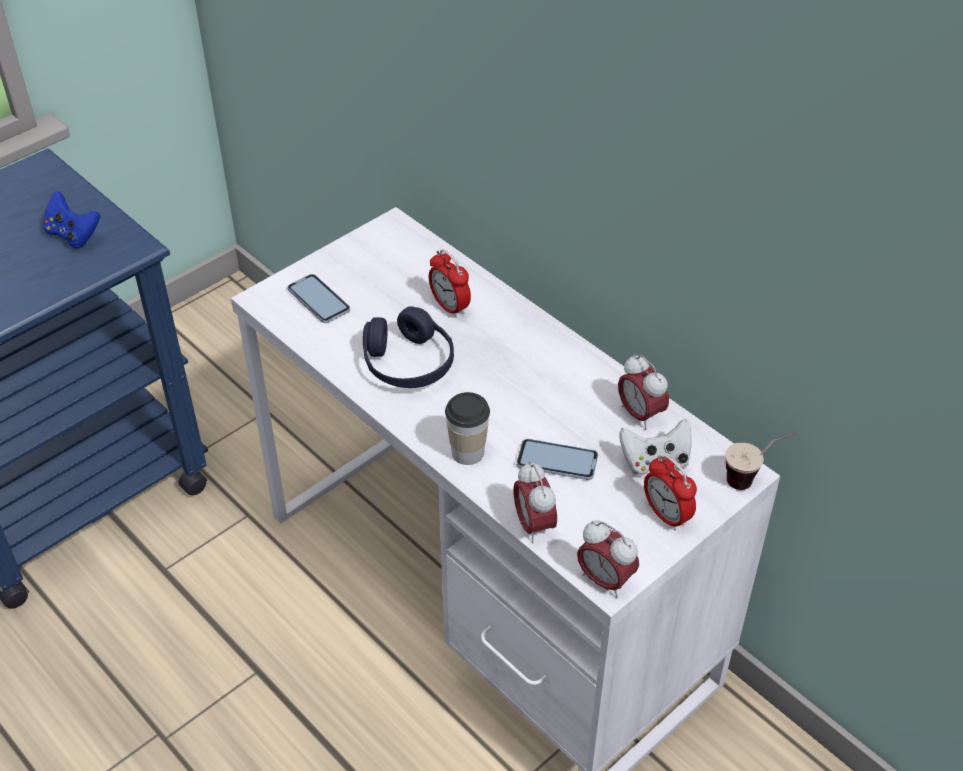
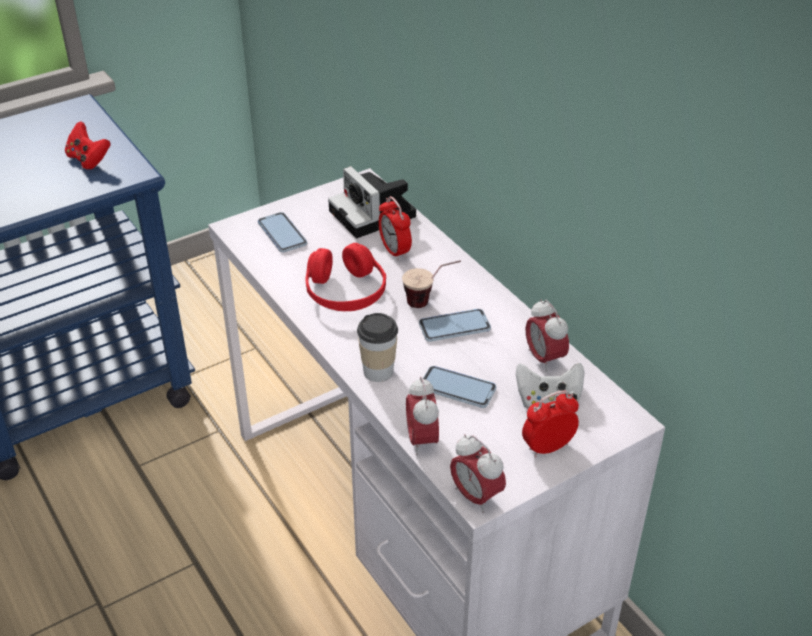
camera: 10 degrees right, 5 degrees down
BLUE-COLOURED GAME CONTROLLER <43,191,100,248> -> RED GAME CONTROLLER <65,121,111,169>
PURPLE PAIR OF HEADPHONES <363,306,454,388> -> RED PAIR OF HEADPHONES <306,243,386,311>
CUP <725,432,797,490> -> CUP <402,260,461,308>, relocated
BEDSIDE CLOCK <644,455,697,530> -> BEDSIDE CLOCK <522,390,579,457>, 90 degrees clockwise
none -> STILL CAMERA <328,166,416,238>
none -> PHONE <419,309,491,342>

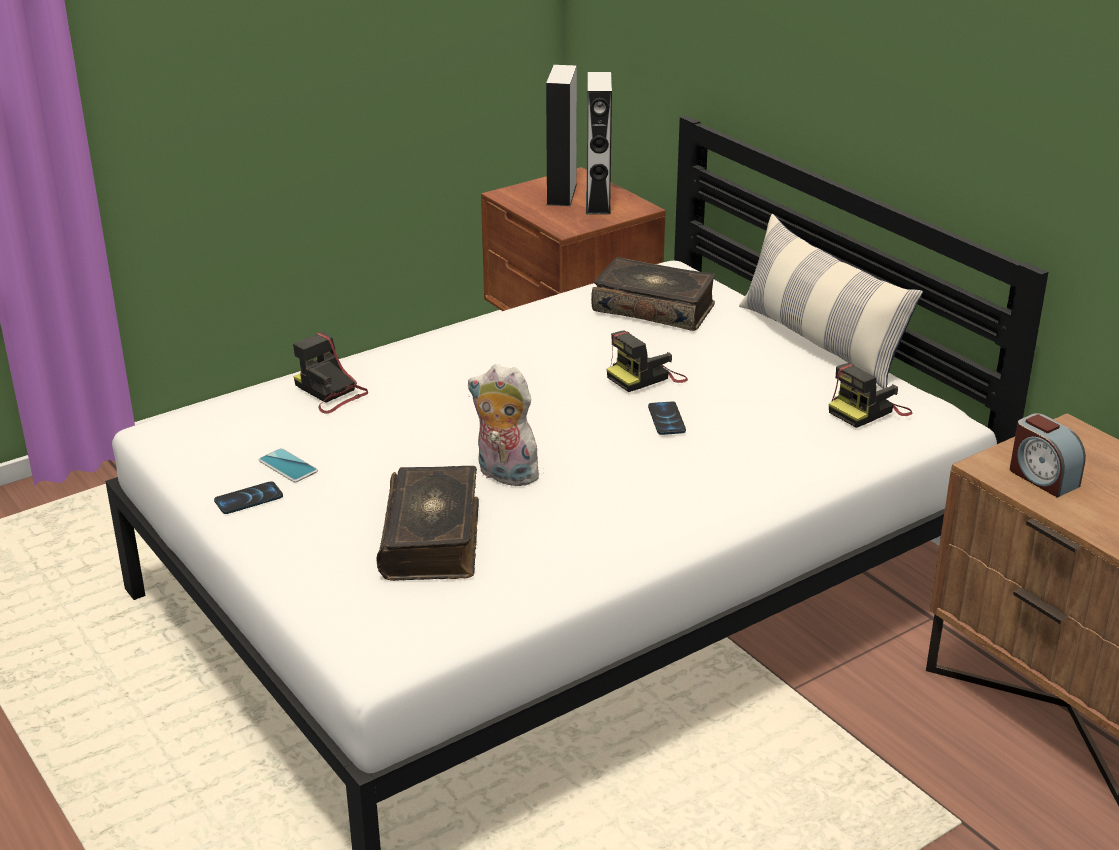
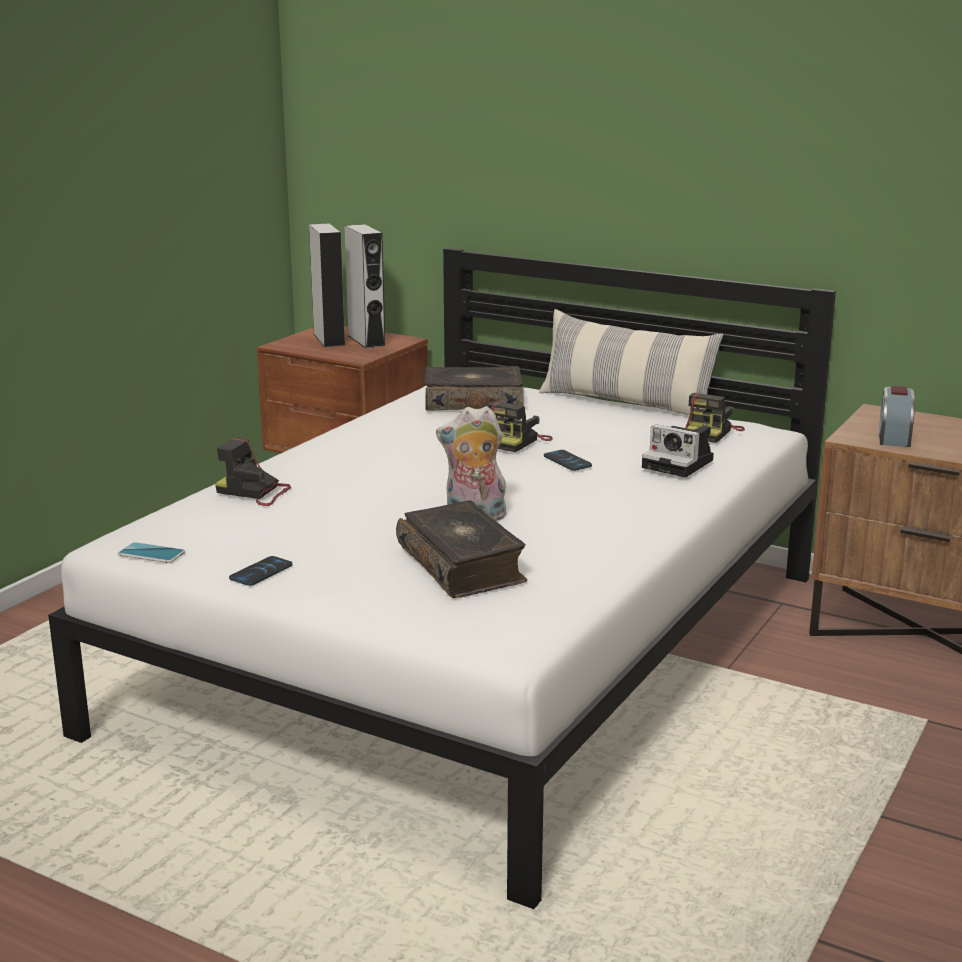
camera: 25 degrees left, 10 degrees down
BEDSIDE CLOCK <1010,413,1086,498> -> BEDSIDE CLOCK <879,386,915,447>, 75 degrees clockwise
PHONE <259,448,318,482> -> PHONE <118,542,185,563>, relocated
none -> STILL CAMERA <642,424,714,477>

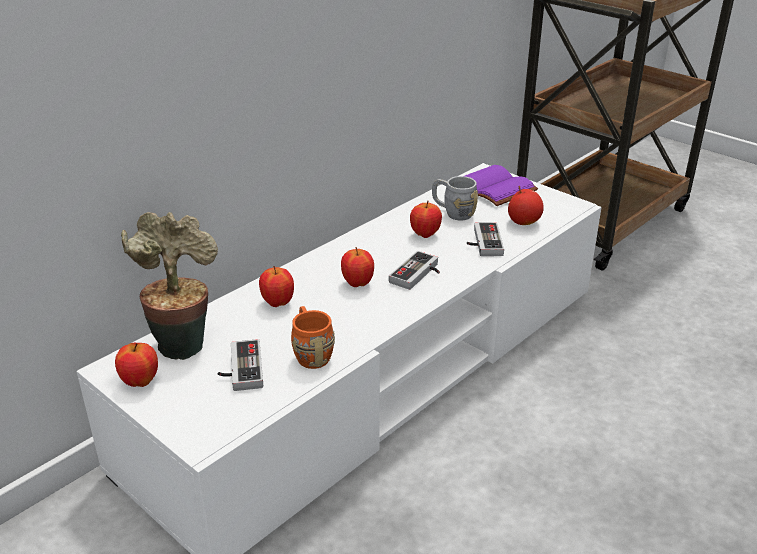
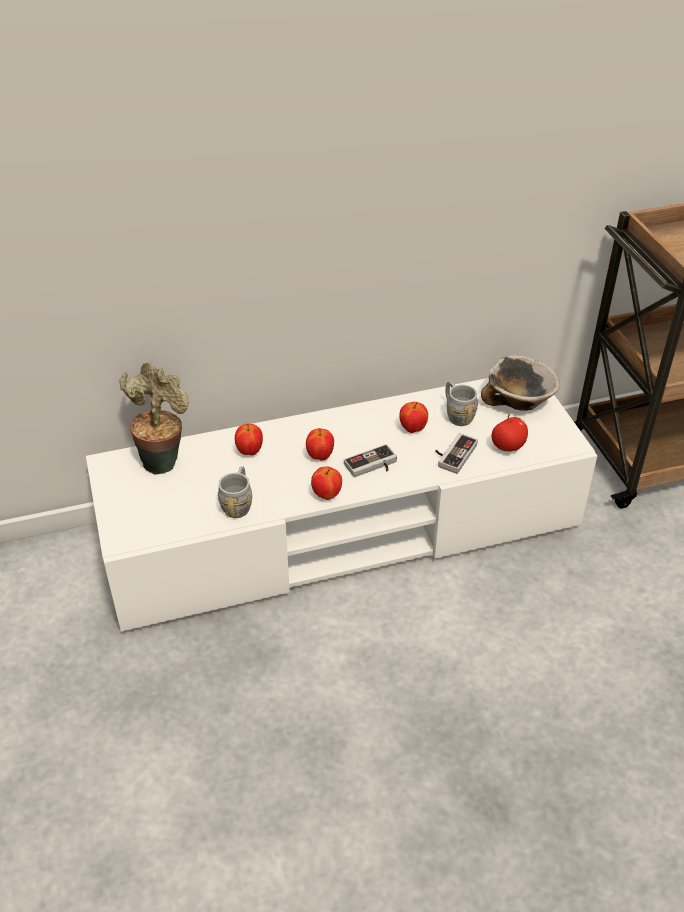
camera: 30 degrees right, 10 degrees up
PURPLE VOLUME <465,165,538,206> -> DEEP DISH <481,356,560,411>
ORANGE-COLOURED COFFEE MUG <291,306,335,369> -> GREY COFFEE MUG <218,466,252,518>
GAME CONTROLLER <218,339,263,391> -> none
WHOLE APPLE <115,343,158,387> -> WHOLE APPLE <311,466,342,500>, relocated

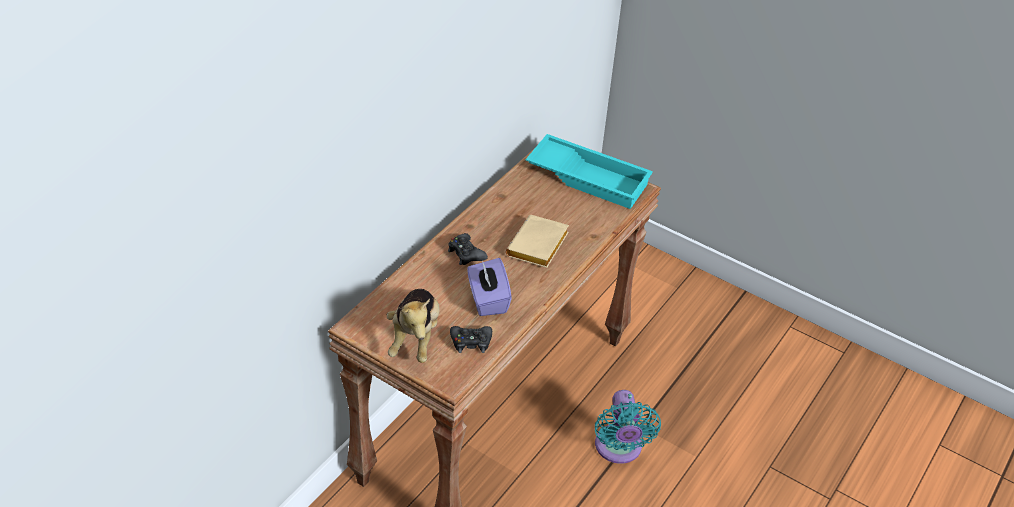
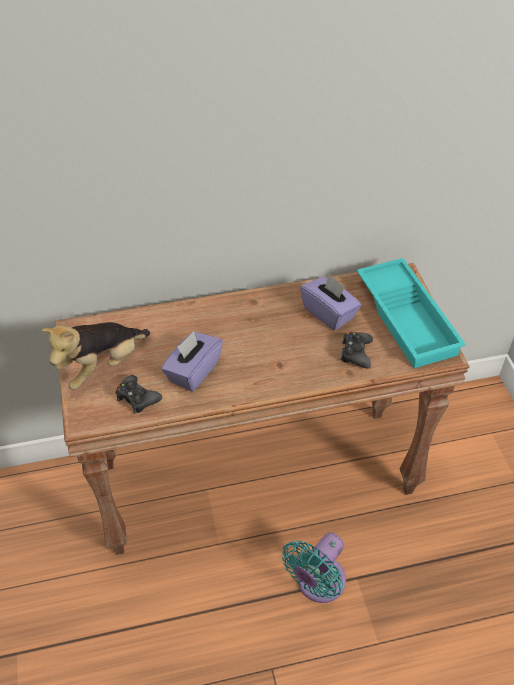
camera: 45 degrees right, 5 degrees up
BEIGE-COLOURED VOLUME <506,215,569,268> -> none
BLACK-COLOURED GAME CONTROLLER <448,233,488,265> -> BLACK-COLOURED GAME CONTROLLER <340,332,373,368>, relocated
none -> PURPLE BOX OF TISSUES <300,274,361,330>

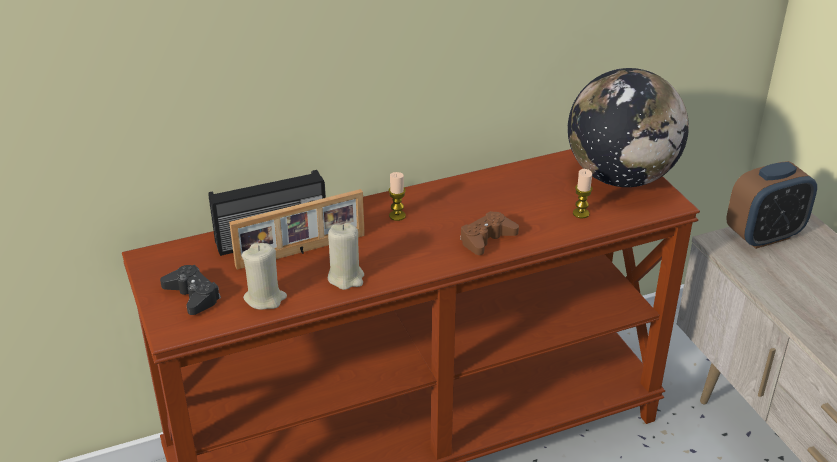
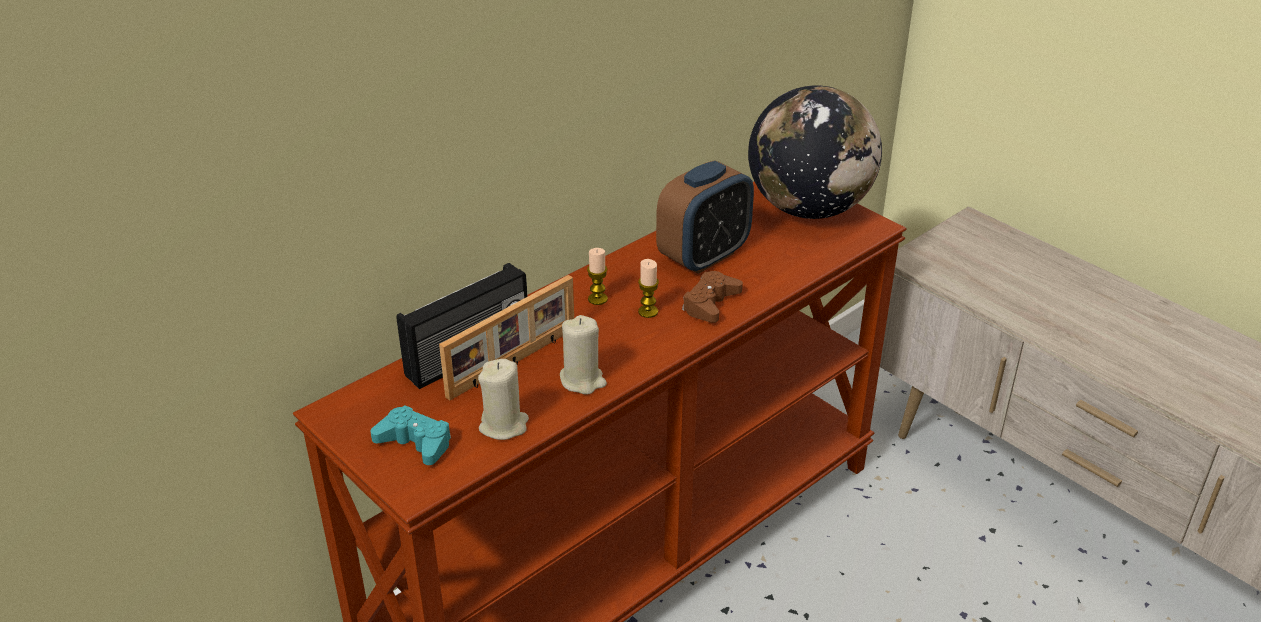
camera: 20 degrees left, 0 degrees up
BEDSIDE CLOCK <726,161,817,249> -> BEDSIDE CLOCK <656,160,754,274>, relocated
WAX CANDLE <573,169,592,219> -> WAX CANDLE <638,259,659,318>, relocated
BLACK-COLOURED GAME CONTROLLER <160,265,221,315> -> TURQUOISE-COLOURED GAME CONTROLLER <370,405,451,465>

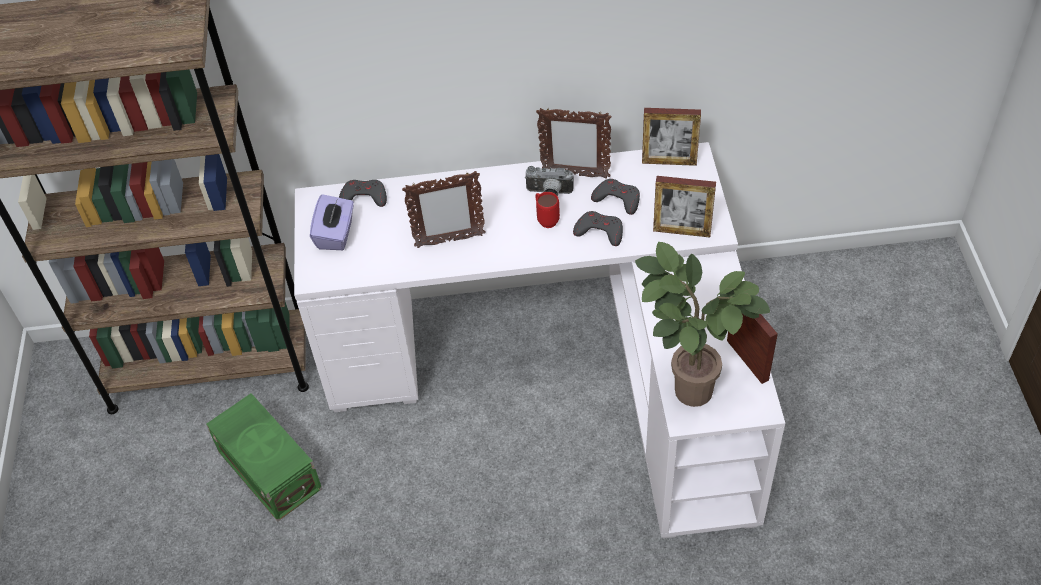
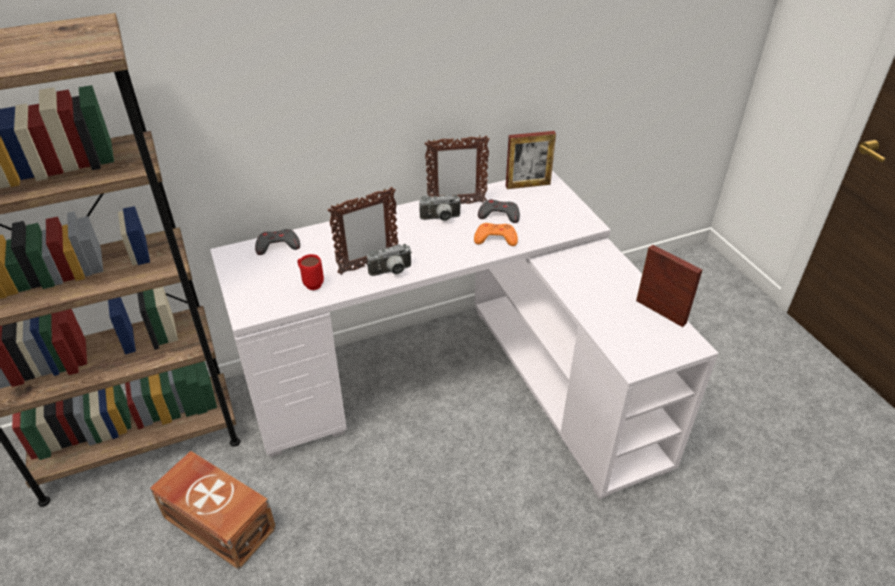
camera: 20 degrees left, 10 degrees down
STANDING FRAME <653,176,716,238> -> none
RED COFFEE MUG <535,192,560,228> -> RED COFFEE MUG <297,254,324,290>, relocated
PURPLE BOX OF TISSUES <310,194,354,250> -> none
GREY GAME CONTROLLER <573,211,623,246> -> ORANGE-COLOURED GAME CONTROLLER <474,223,518,246>
HOUSEPLANT <635,242,770,407> -> none
GREENISH STORAGE CONTAINER <206,393,322,521> -> BROWNISH STORAGE CONTAINER <150,451,276,570>
none -> STILL CAMERA <367,244,411,276>

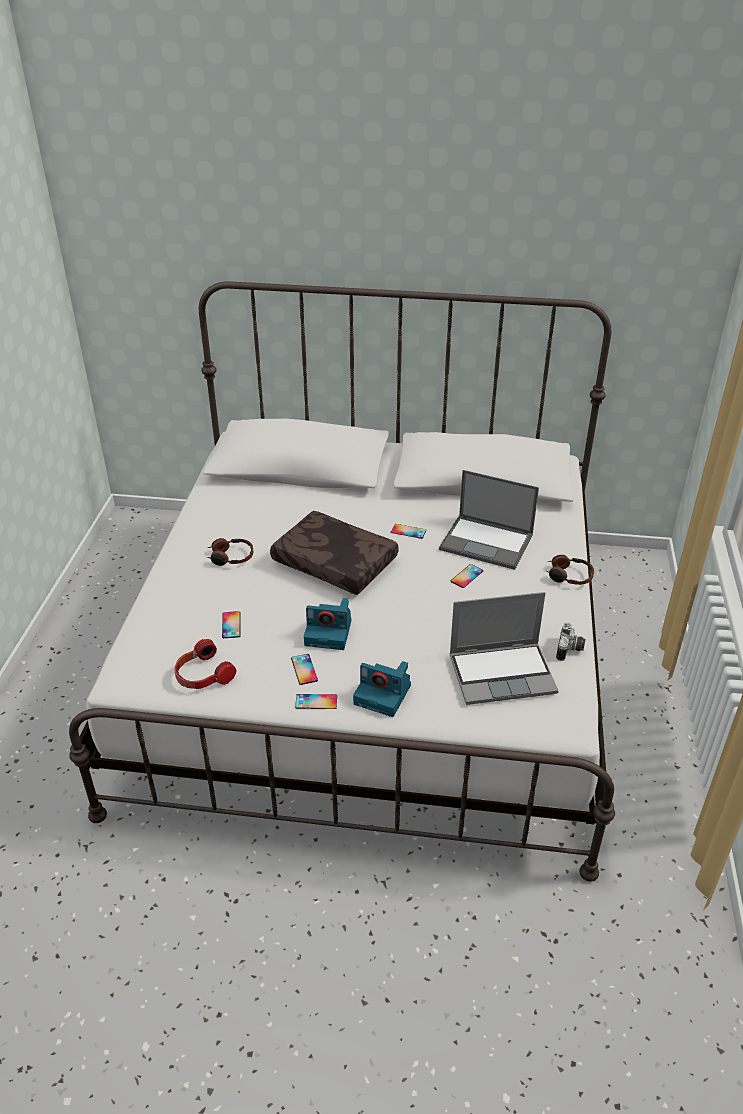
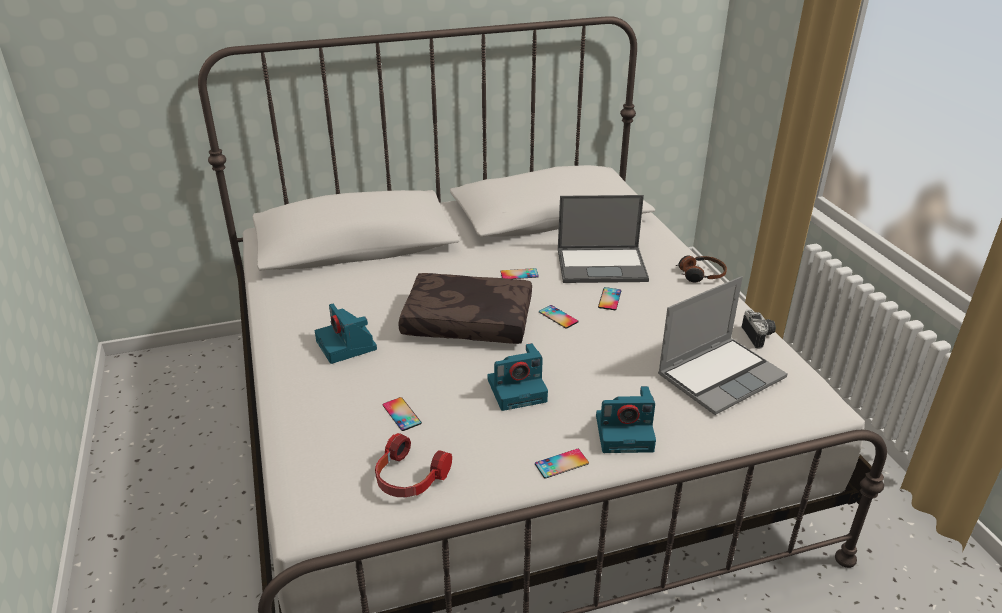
camera: 25 degrees left, 5 degrees down
PAIR OF HEADPHONES <207,538,253,566> -> STILL CAMERA <315,304,377,364>
PHONE <291,654,318,685> -> PHONE <539,305,579,329>, relocated

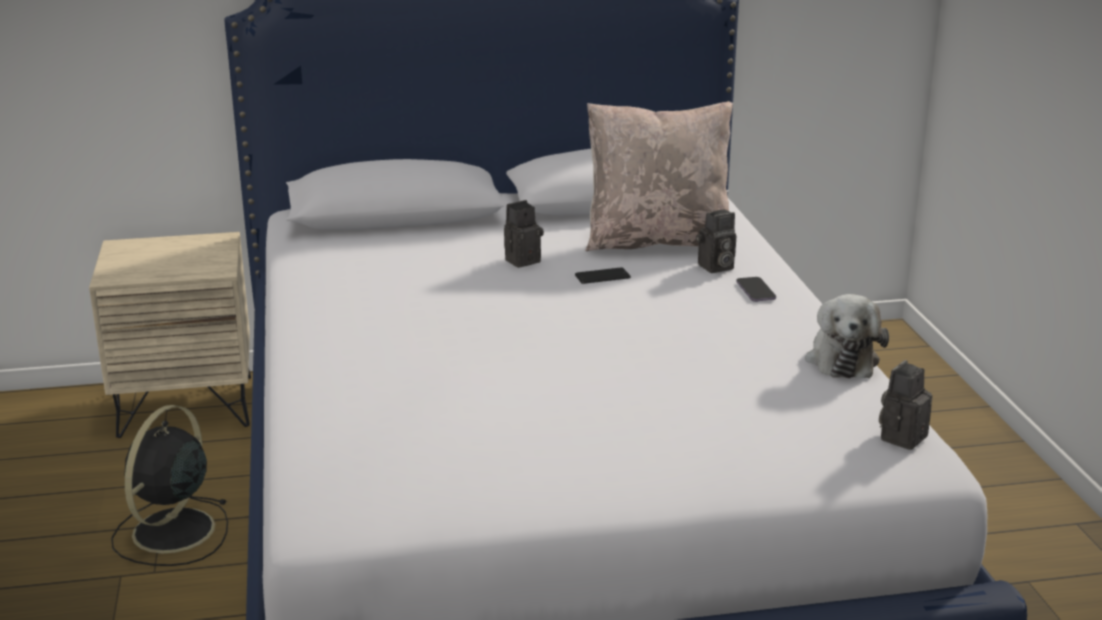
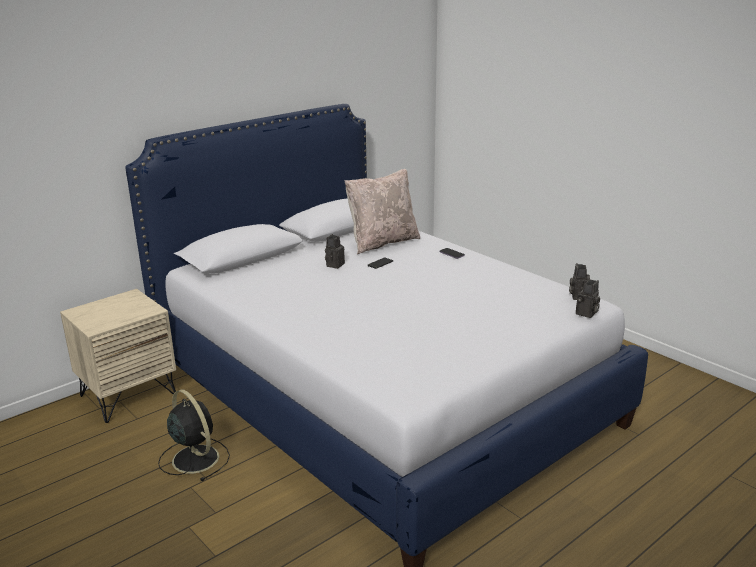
camera: 30 degrees left, 0 degrees up
STILL CAMERA <696,210,736,273> -> STILL CAMERA <576,280,600,318>, relocated
SOFT TOY <805,294,889,378> -> none
BLACK-COLOURED ELECTRIC FAN <111,405,228,566> -> BLACK-COLOURED ELECTRIC FAN <158,389,230,481>, 150 degrees clockwise

